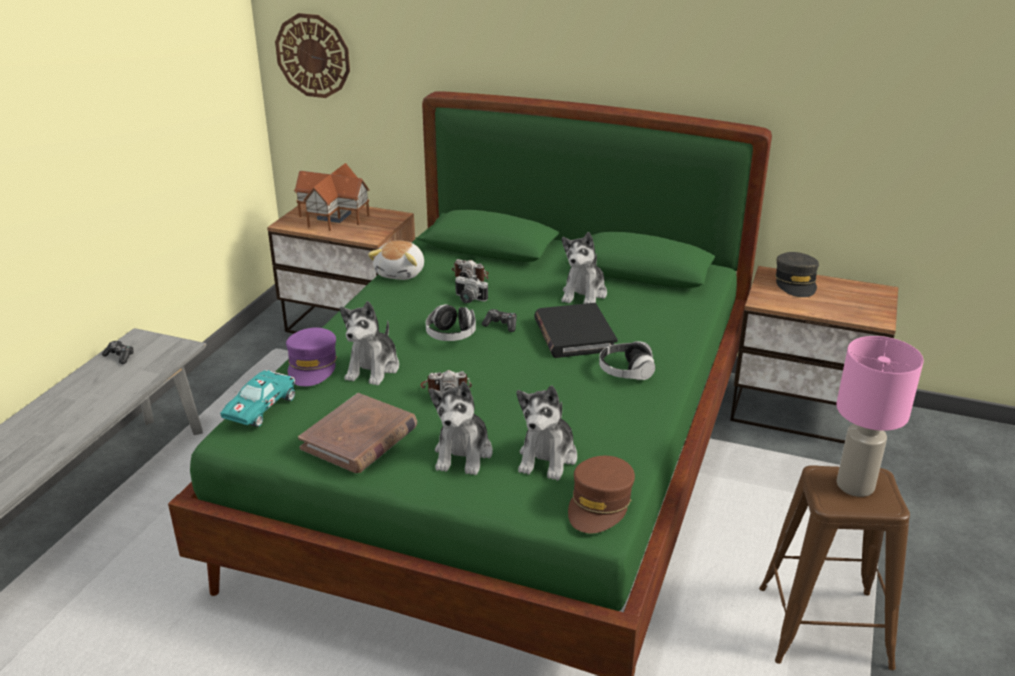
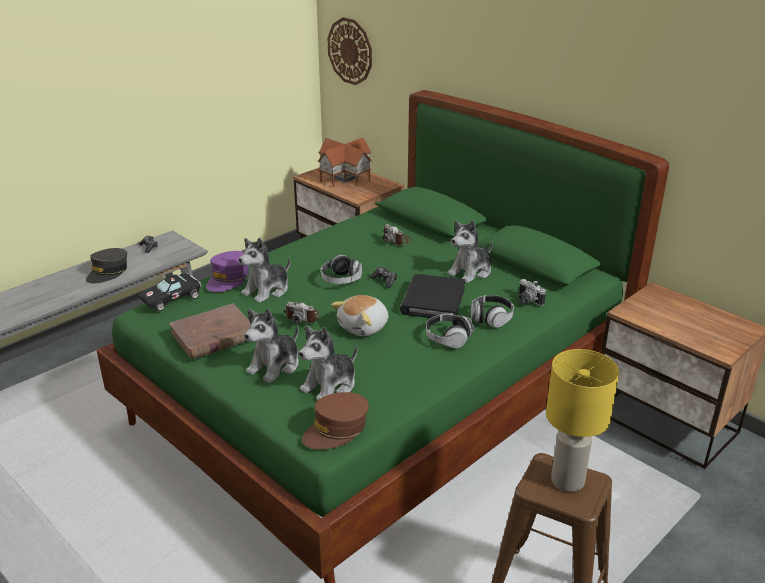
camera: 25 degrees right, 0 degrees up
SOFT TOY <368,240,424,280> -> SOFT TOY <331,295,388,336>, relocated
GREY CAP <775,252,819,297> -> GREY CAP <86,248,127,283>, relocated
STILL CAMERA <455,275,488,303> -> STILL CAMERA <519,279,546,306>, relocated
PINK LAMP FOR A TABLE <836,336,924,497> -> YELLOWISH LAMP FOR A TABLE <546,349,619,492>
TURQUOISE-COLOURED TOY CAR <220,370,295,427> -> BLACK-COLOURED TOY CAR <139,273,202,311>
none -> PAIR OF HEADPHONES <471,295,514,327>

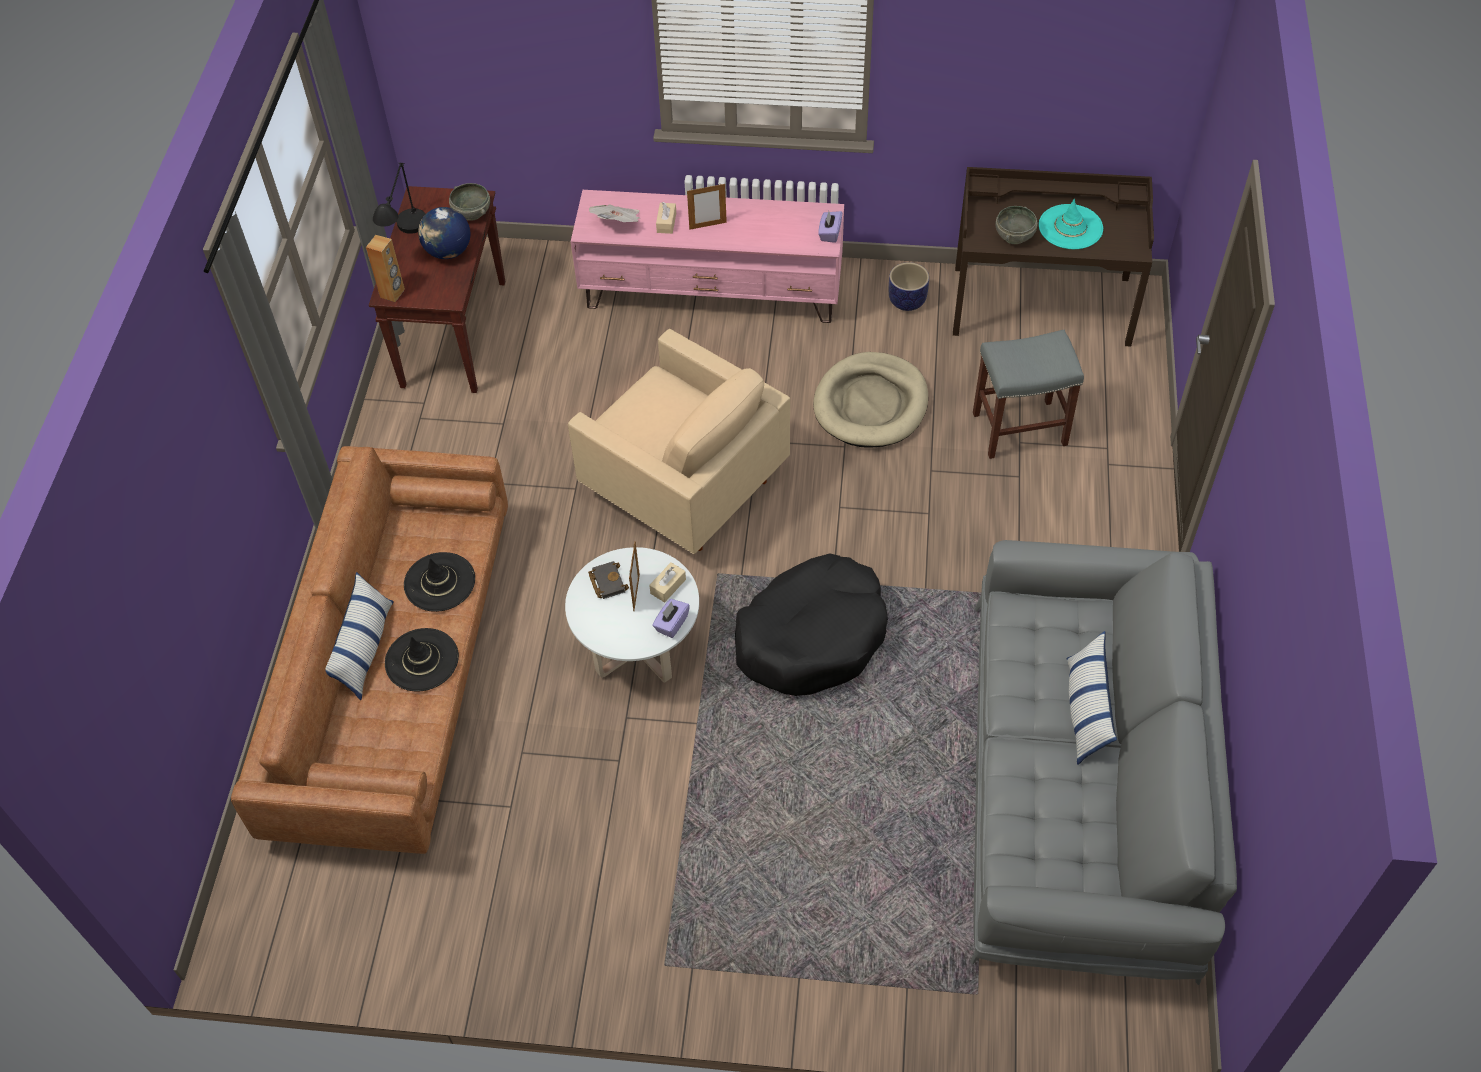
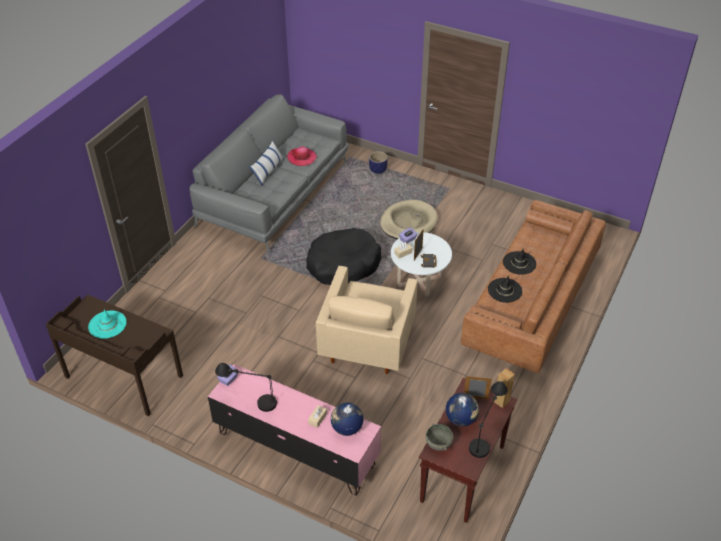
camera: 160 degrees left, 10 degrees down
STANDING FRAME <687,184,727,230> -> STANDING FRAME <464,376,492,400>, relocated
NEWSPAPER <589,204,640,222> -> WORLD GLOBE <331,403,363,436>
GREY DEEP DISH <996,206,1038,244> -> none
FLOWER POT <889,262,929,311> -> FLOWER POT <369,151,388,174>, relocated
BEIGE-COLOURED EASY CHAIR <568,329,790,554> -> BEIGE-COLOURED EASY CHAIR <316,266,418,374>, 135 degrees counterclockwise
GREY STOOL <973,330,1084,459> -> none
BEIGE-COLOURED DOG BED <813,352,928,447> -> BEIGE-COLOURED DOG BED <380,200,438,239>, relocated
PILLOW <325,572,394,700> -> none
none -> WEARABLE HAT <287,146,317,166>
none -> BLACK-COLOURED LAMP FOR A TABLE <215,363,277,412>

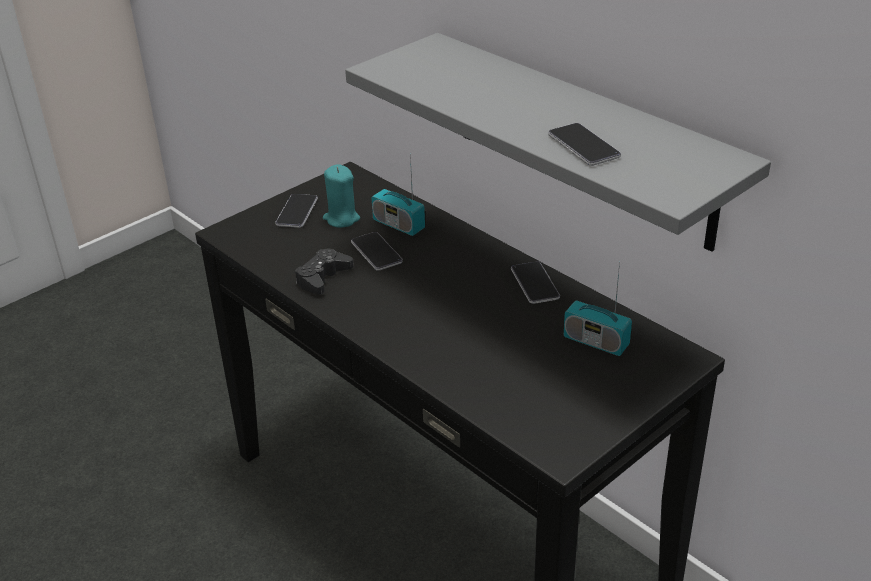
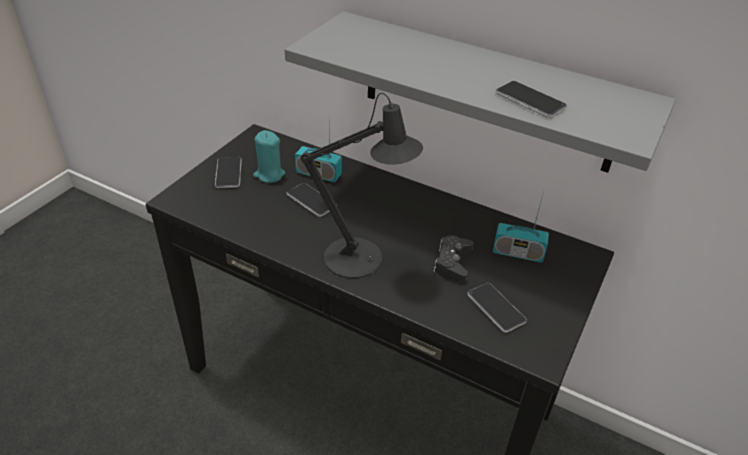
camera: 20 degrees left, 5 degrees up
BLACK-COLOURED GAME CONTROLLER <295,249,353,295> -> BLACK-COLOURED GAME CONTROLLER <433,235,474,281>, relocated
PHONE <511,261,560,304> -> PHONE <467,283,527,333>, relocated
none -> BLACK-COLOURED LAMP FOR A TABLE <301,93,423,278>

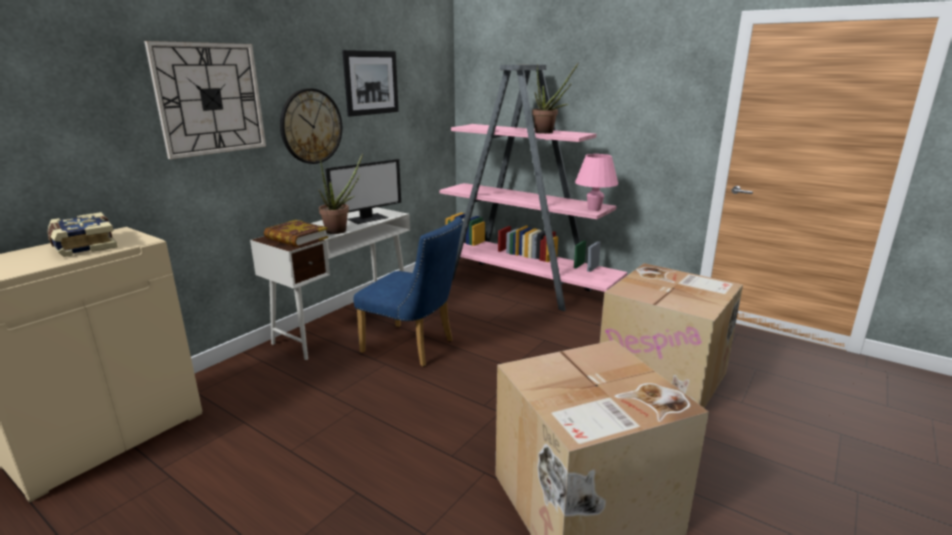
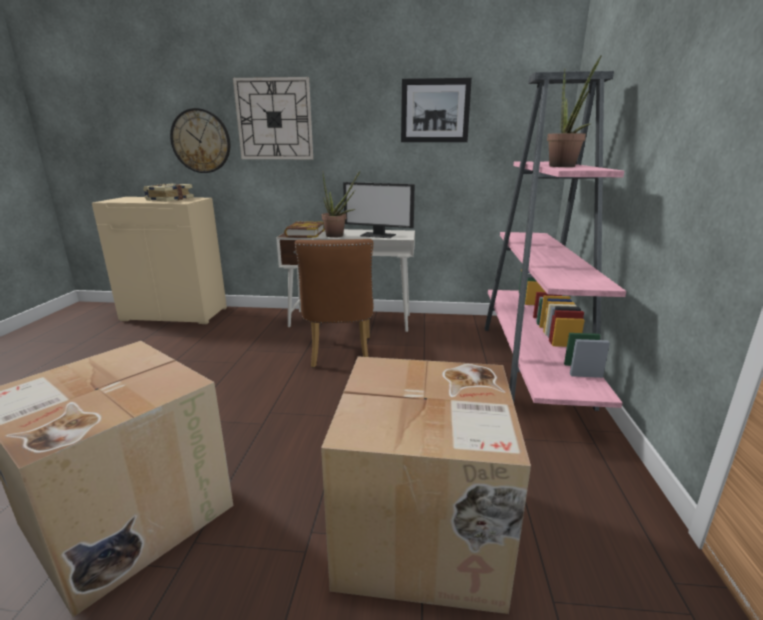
camera: 60 degrees right, 0 degrees up
HANGING CLOCK <280,88,342,164> -> HANGING CLOCK <170,108,230,173>, relocated
PINK LAMP FOR A TABLE <575,154,618,211> -> none
BLUE-COLOURED PLAIN CHAIR <353,217,463,367> -> BROWNISH PLAIN CHAIR <295,239,374,368>

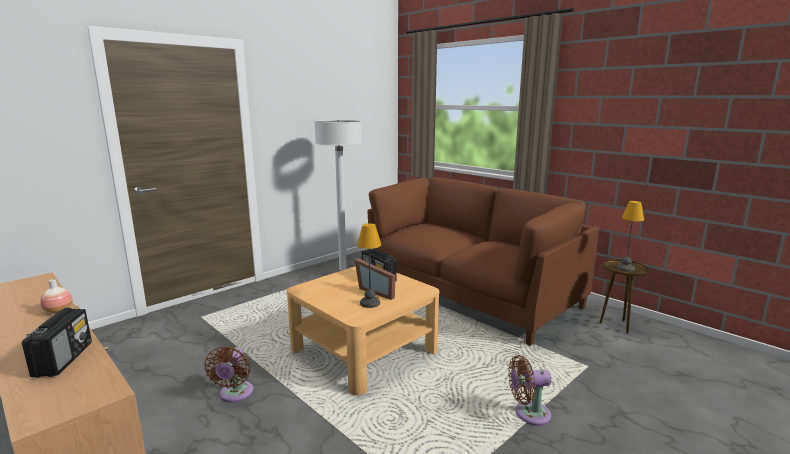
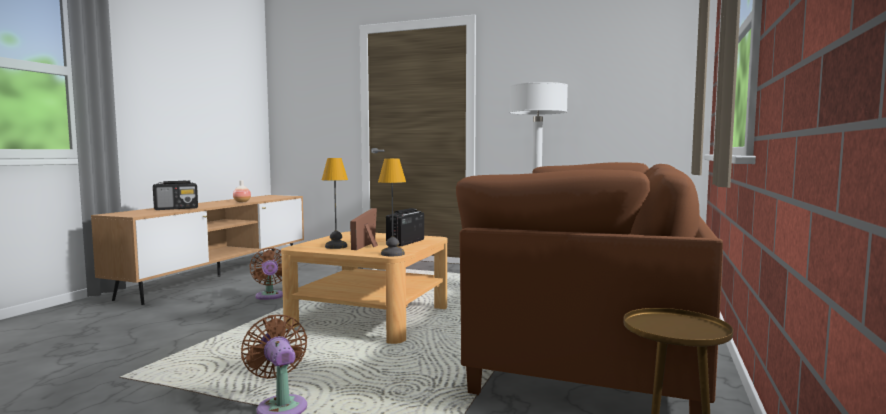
camera: 65 degrees right, 10 degrees down
LAMP FOR A TABLE <616,201,644,272> -> LAMP FOR A TABLE <378,158,406,256>, relocated
BROWNISH ELECTRIC FAN <204,346,253,402> -> BROWNISH ELECTRIC FAN <249,248,283,300>, 90 degrees counterclockwise

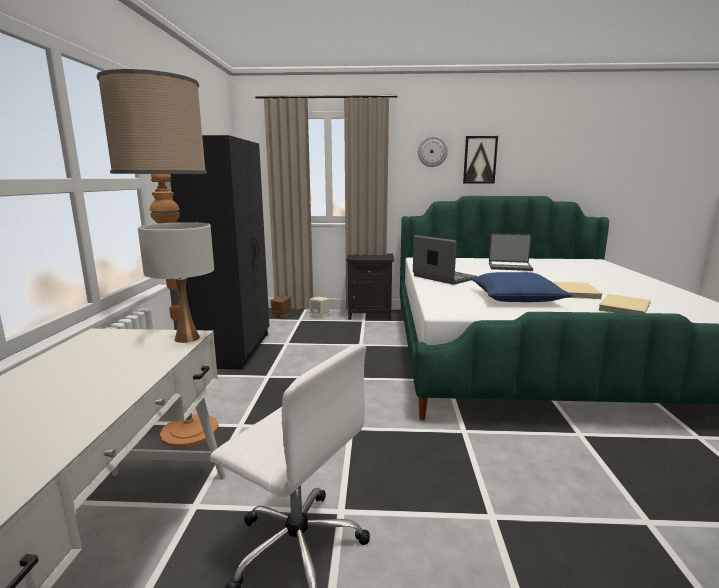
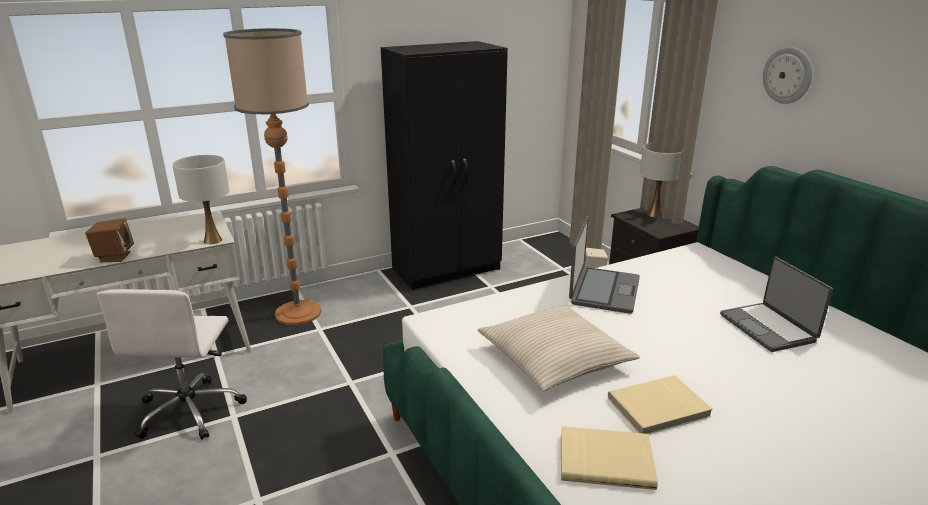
camera: 60 degrees right, 10 degrees up
WALL ART <463,136,498,184> -> none
BLUE-COLOURED PILLOW <471,272,573,302> -> BEIGE-COLOURED PILLOW <478,305,640,392>
BROWNISH LOUDSPEAKER <271,295,292,318> -> BROWNISH LOUDSPEAKER <85,218,134,262>, relocated
none -> WHITE-COLOURED LAMP FOR A TABLE <640,143,682,217>

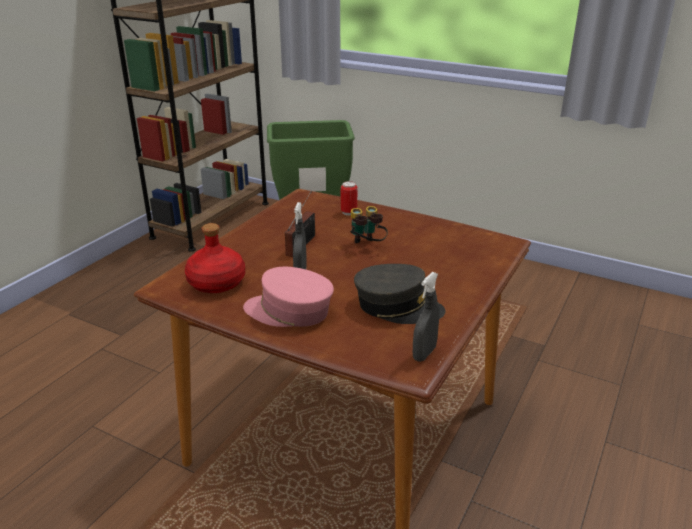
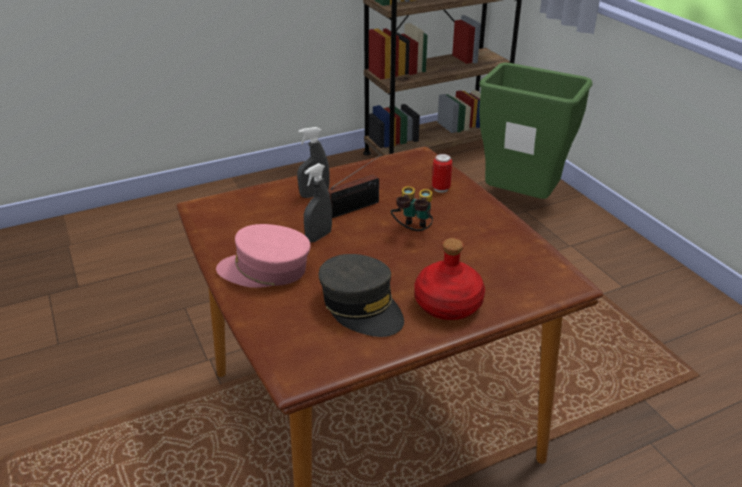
camera: 35 degrees right, 5 degrees up
RED DRINK BOTTLE <185,223,245,293> -> RED DRINK BOTTLE <414,238,485,320>, relocated
PINK CAP <243,267,334,327> -> PINK CAP <216,224,311,288>, 45 degrees counterclockwise
GREY SPRAYER <413,272,439,362> -> GREY SPRAYER <297,127,330,198>, relocated

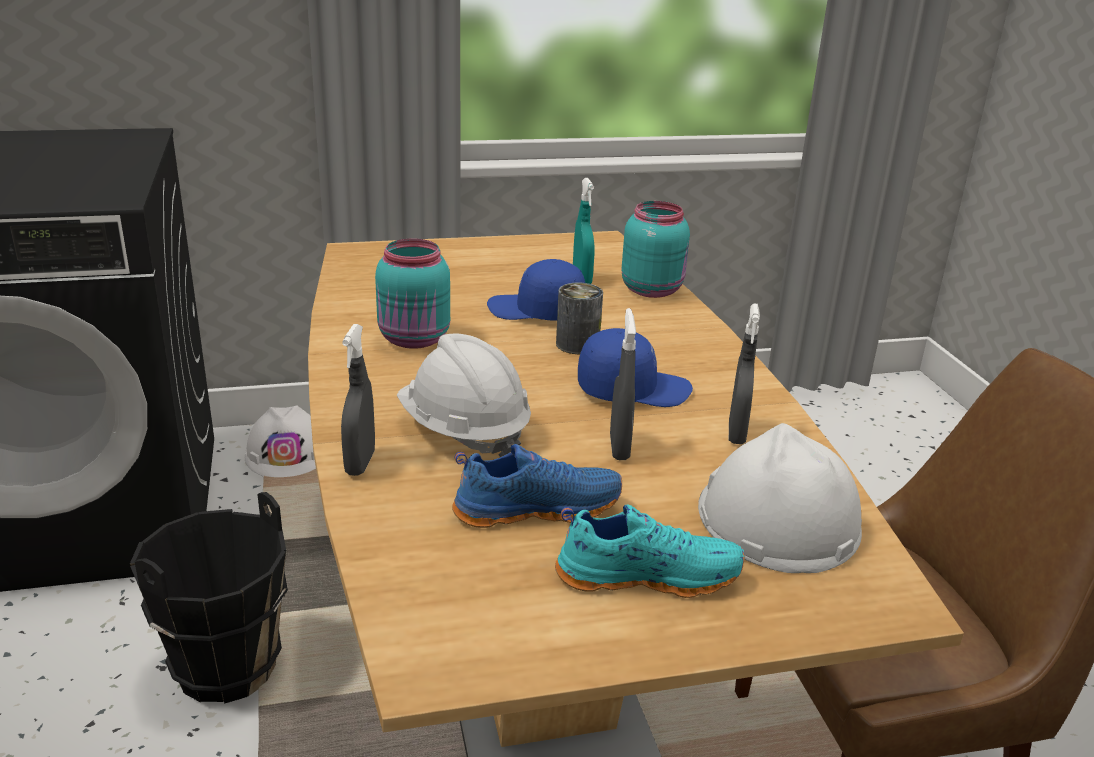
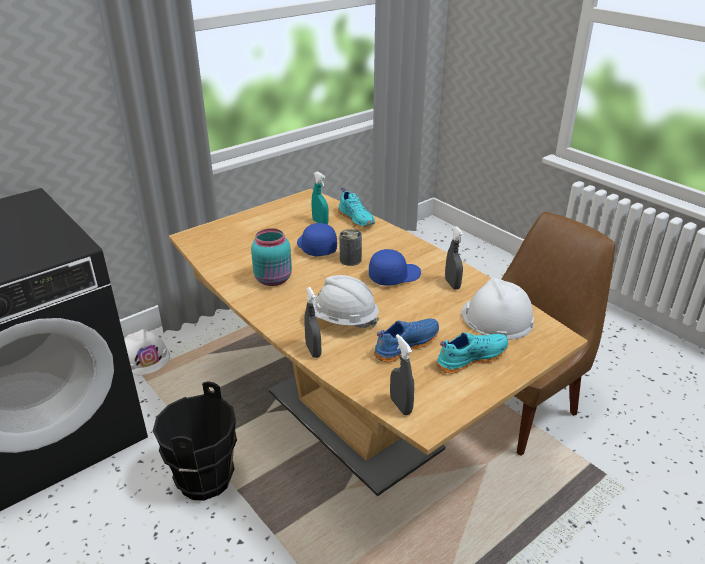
camera: 25 degrees left, 5 degrees up
TURQUOISE-COLOURED PRESERVE JAR <622,201,690,298> -> TURQUOISE-COLOURED SHOE <338,187,375,228>
BLUE-COLOURED CAP <487,259,585,321> -> BLUE-COLOURED CAP <297,223,337,256>, 75 degrees clockwise
GREY SPRAYER <610,308,636,460> -> GREY SPRAYER <390,334,414,415>, relocated

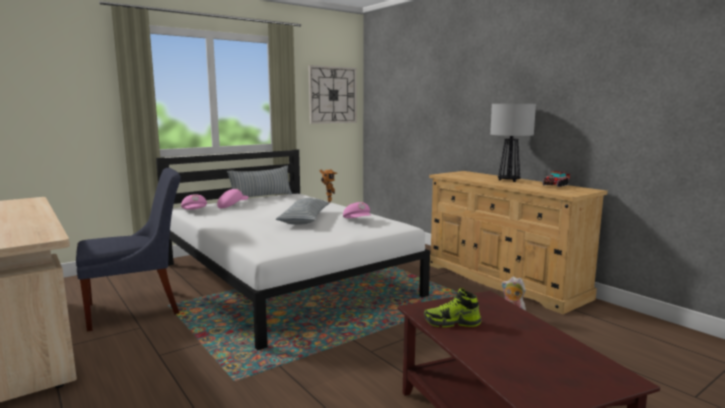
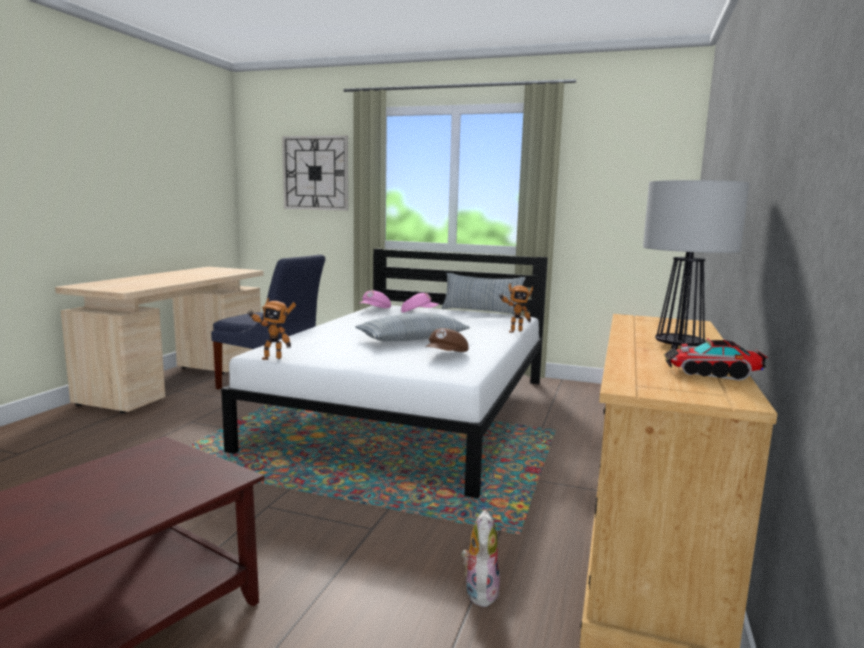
camera: 55 degrees right, 0 degrees up
HANGING CLOCK <309,65,357,124> -> HANGING CLOCK <282,135,348,211>, relocated
PINK CAP <343,202,372,218> -> BROWNISH CAP <426,328,469,352>
SHOE <424,288,481,327> -> none
none -> MODEL ROBOT <247,298,296,360>

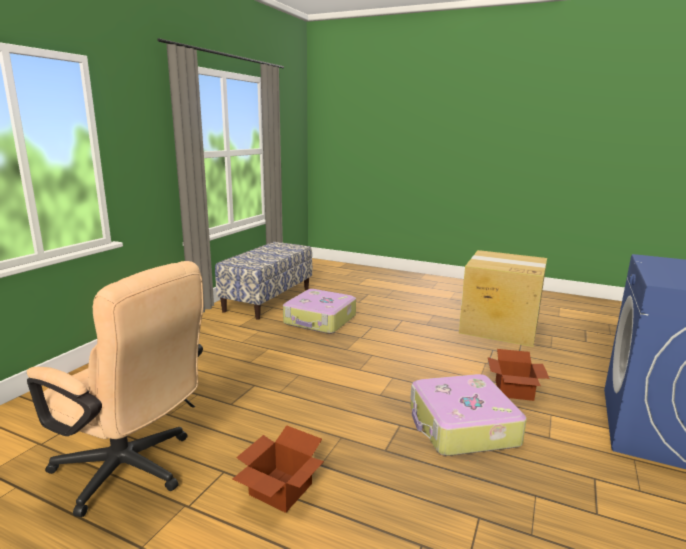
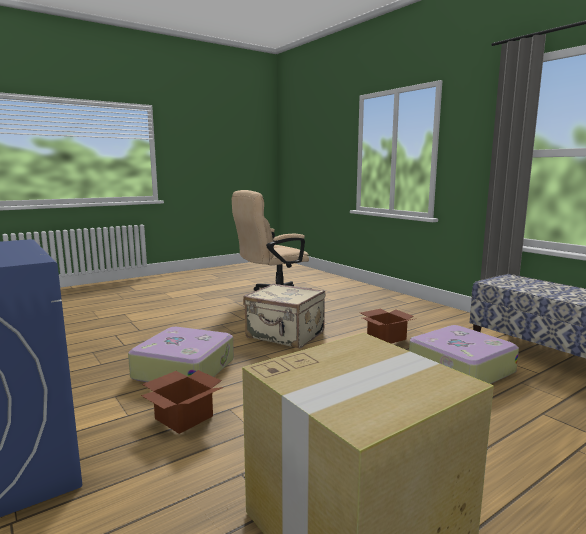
camera: 120 degrees right, 5 degrees down
CARDBOARD BOX <233,425,324,513> -> CARDBOARD BOX <361,309,417,343>, relocated
none -> BEIGE-COLOURED TRAVEL CASE <243,283,325,348>

